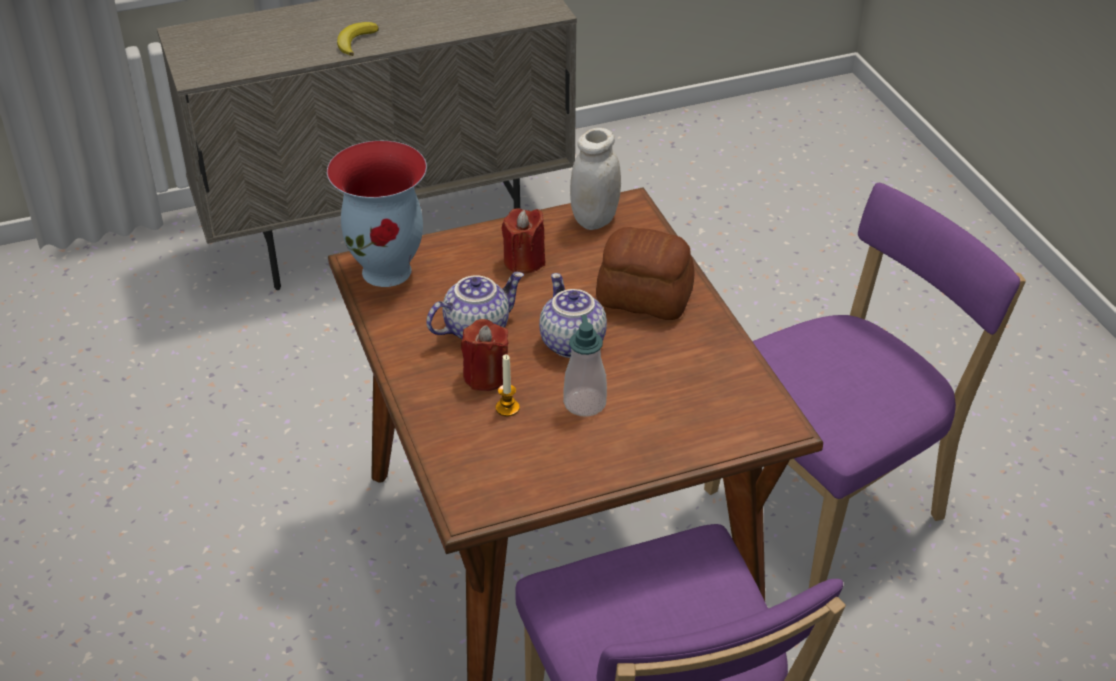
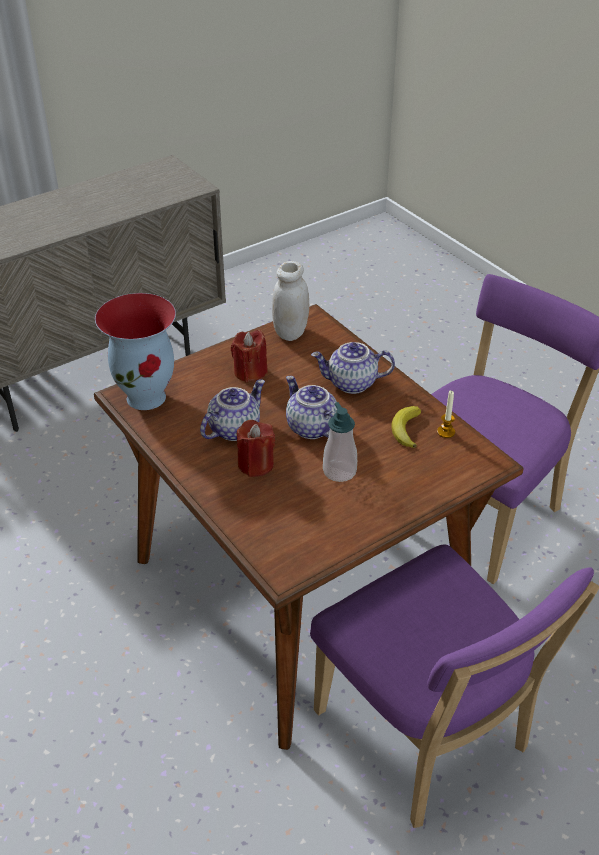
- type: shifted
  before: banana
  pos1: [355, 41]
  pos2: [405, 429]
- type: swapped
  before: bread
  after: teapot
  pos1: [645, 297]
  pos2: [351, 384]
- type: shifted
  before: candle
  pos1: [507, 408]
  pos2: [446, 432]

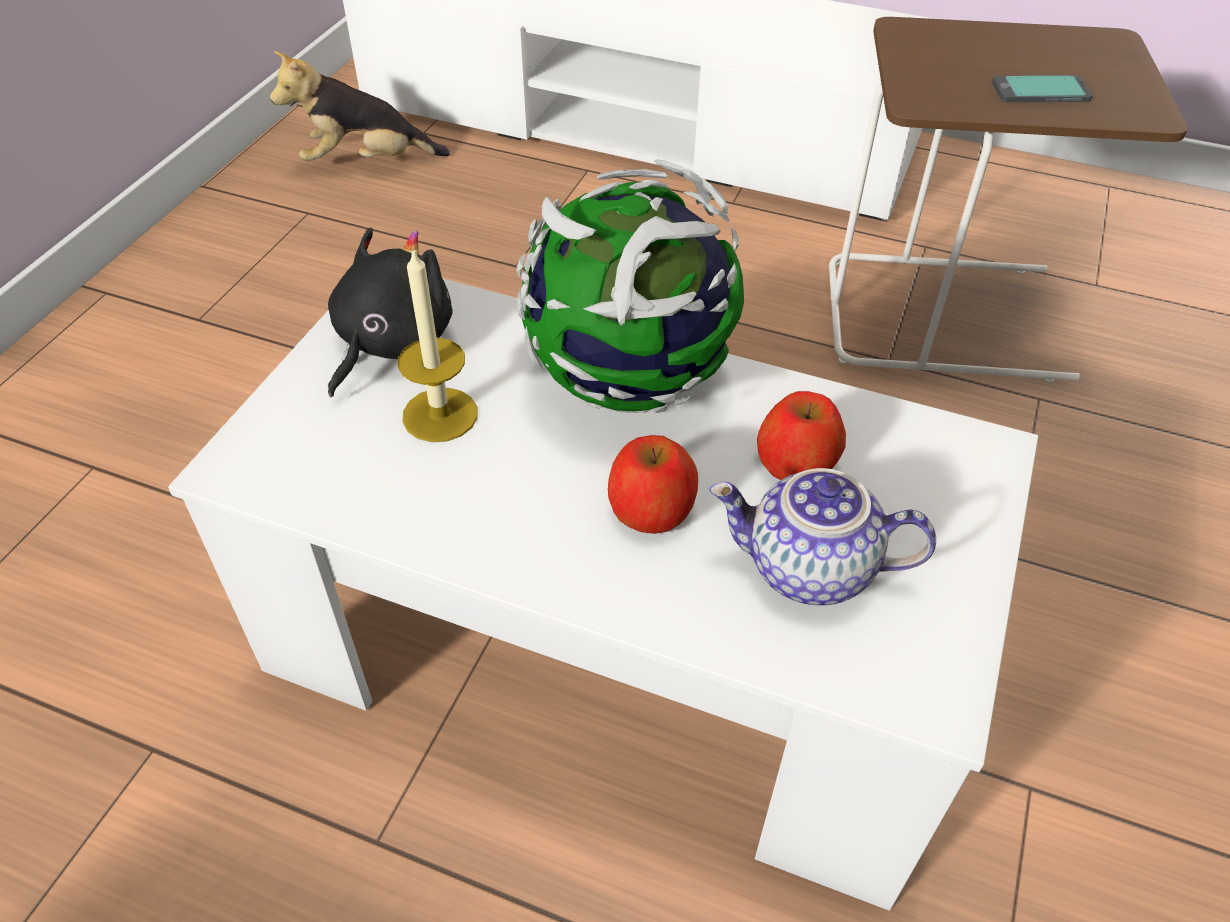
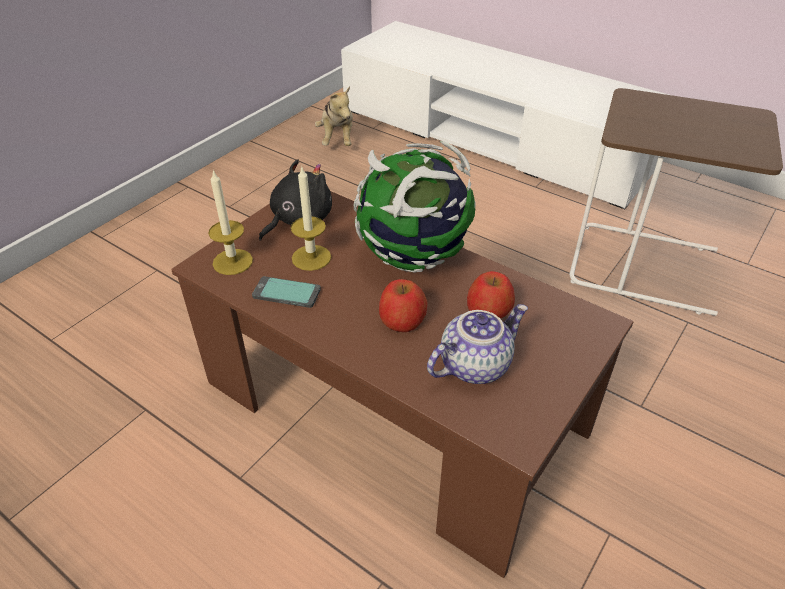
- type: rotated
  before: plush_toy
  pos1: [365, 162]
  pos2: [337, 139]
  turn: -105
- type: shifted
  before: phone
  pos1: [1040, 92]
  pos2: [286, 293]
- type: repainted
  before: white_coffee_table
  after: brown_coffee_table
  pos1: [612, 646]
  pos2: [392, 408]
- type: rotated
  before: teapot
  pos1: [808, 570]
  pos2: [474, 364]
  turn: 120
- type: new
  after: candle
  pos2: [232, 262]

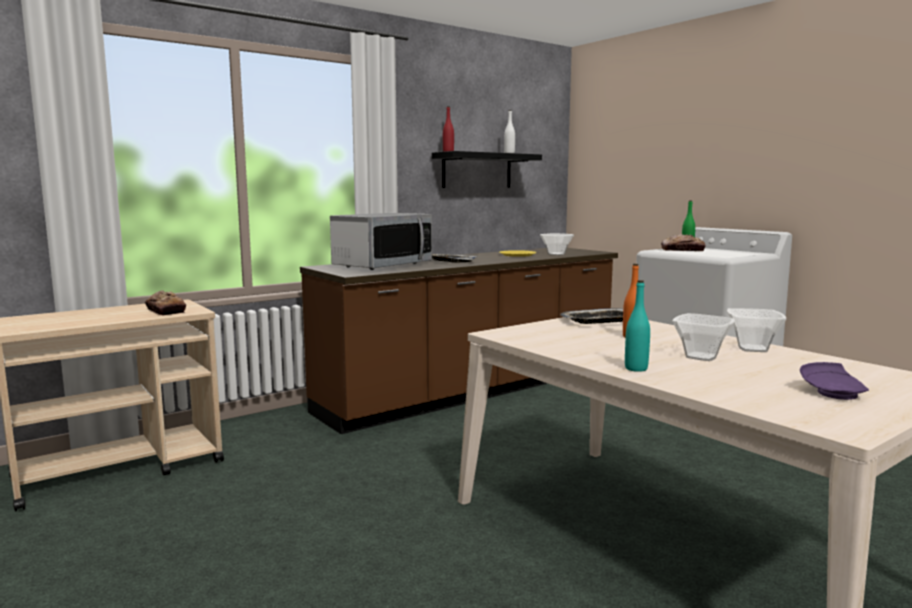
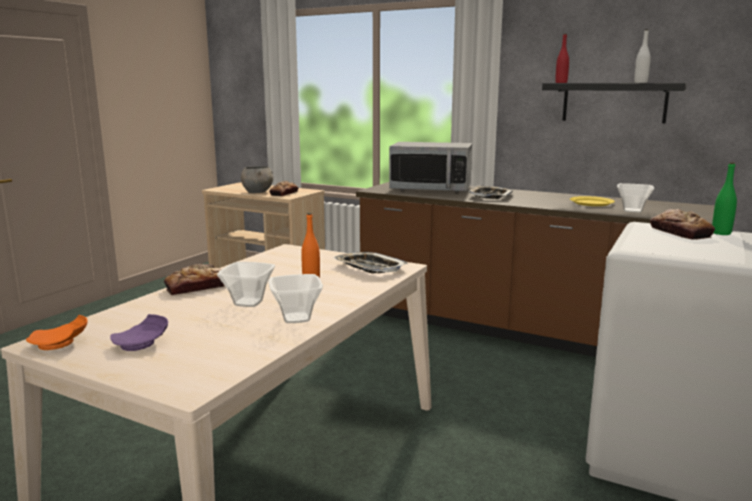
- type: swapped
  before: turquoise_bottle
  after: bread
  pos1: [636, 368]
  pos2: [197, 287]
- type: new
  after: grey_bowl
  pos2: [257, 192]
- type: new
  after: orange_plate
  pos2: [60, 343]

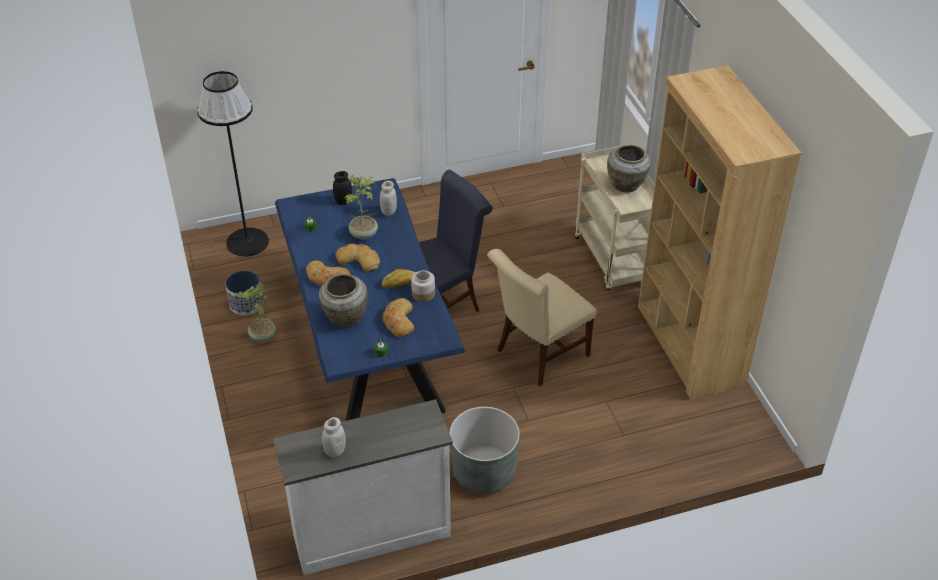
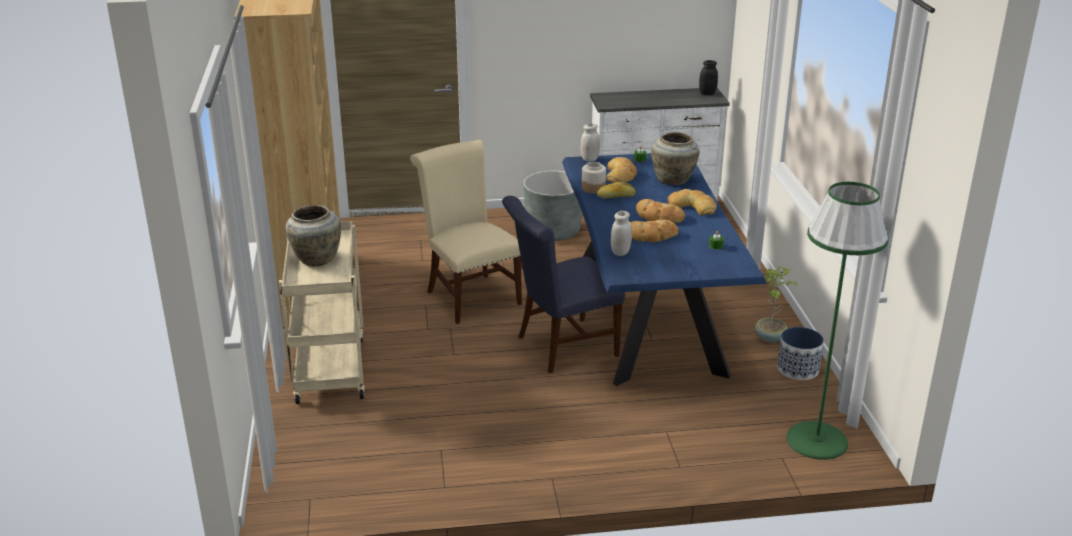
- type: repainted
  before: black_floor_lamp
  after: green_floor_lamp
  pos1: [247, 242]
  pos2: [817, 440]
- type: shifted
  before: black_jar
  pos1: [343, 201]
  pos2: [707, 93]
- type: swapped
  before: potted_plant
  after: bread
  pos1: [364, 234]
  pos2: [651, 235]
- type: rotated
  before: beige_chair
  pos1: [538, 355]
  pos2: [470, 295]
  turn: -90
- type: shifted
  before: white_jar
  pos1: [335, 451]
  pos2: [590, 159]

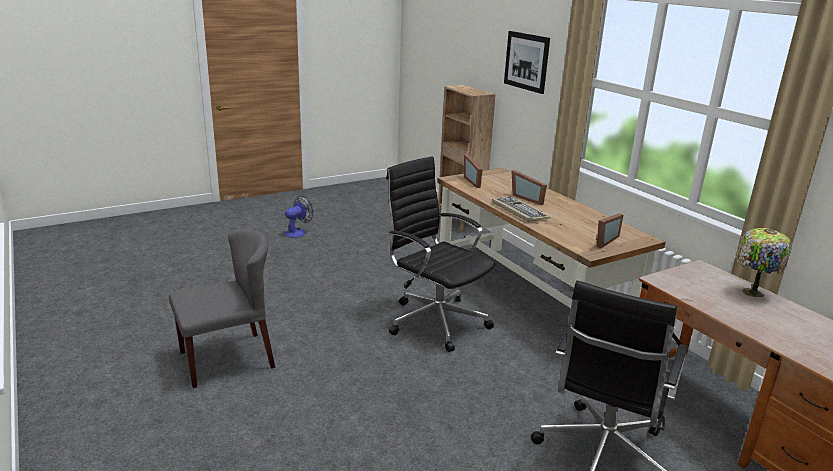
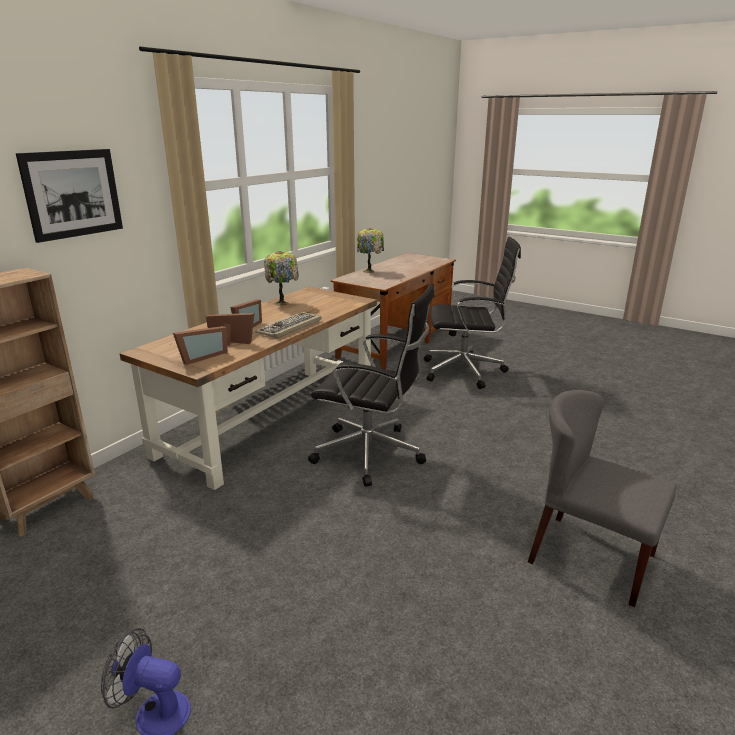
- type: rotated
  before: black_office_chair
  pos1: [435, 320]
  pos2: [372, 454]
  turn: -90
- type: shifted
  before: picture_frame
  pos1: [603, 241]
  pos2: [230, 343]
- type: new
  after: table_lamp
  pos2: [282, 303]

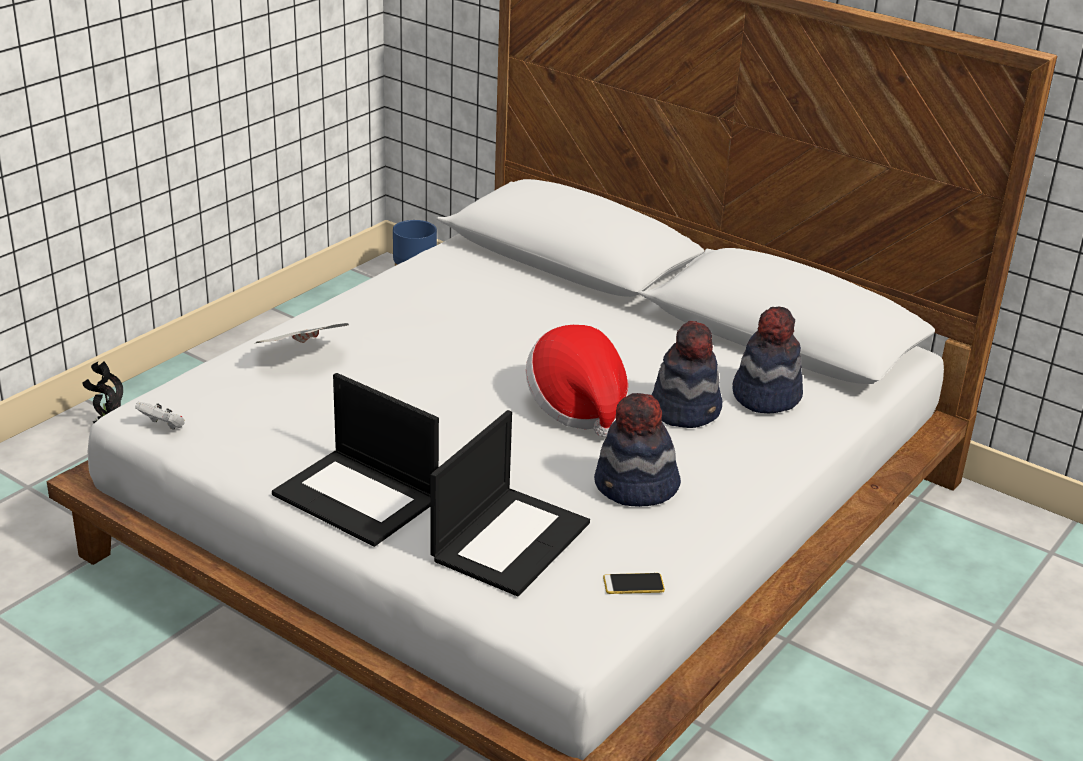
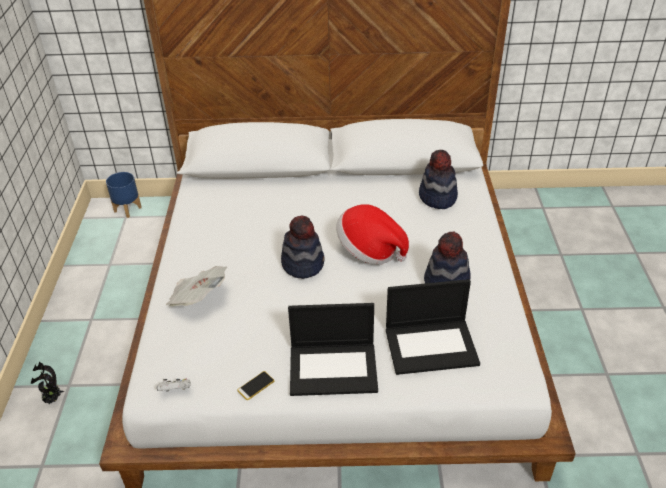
- type: shifted
  before: hat
  pos1: [686, 410]
  pos2: [303, 264]
- type: rotated
  before: laptop
  pos1: [510, 539]
  pos2: [432, 345]
  turn: 90
- type: shifted
  before: phone
  pos1: [633, 584]
  pos2: [256, 386]

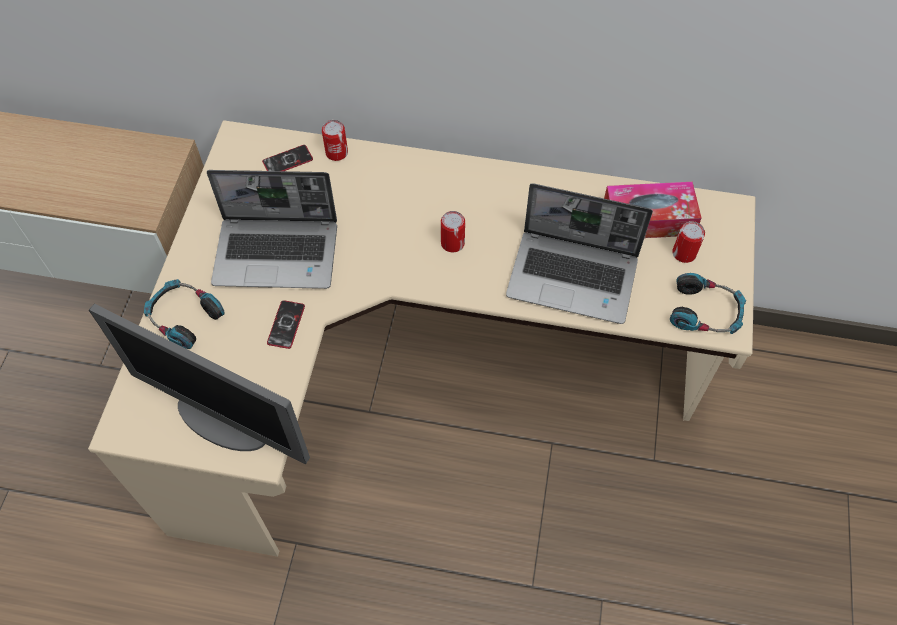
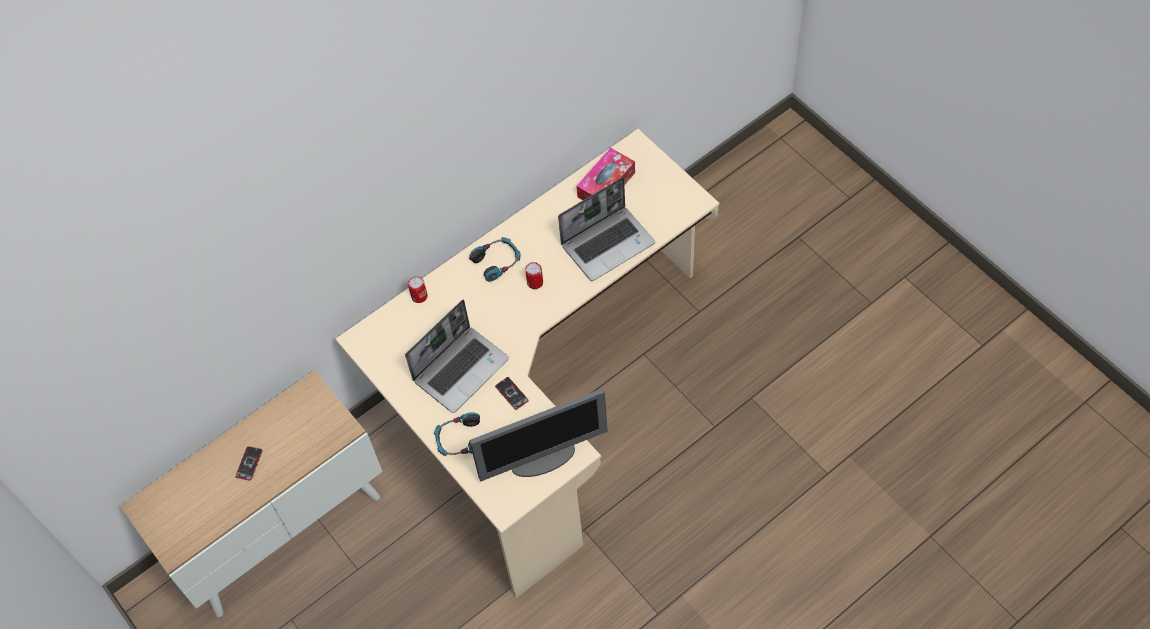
- type: shifted
  before: phone
  pos1: [287, 161]
  pos2: [249, 463]
- type: gone
  before: can
  pos1: [684, 253]
- type: shifted
  before: headphones
  pos1: [705, 312]
  pos2: [497, 261]

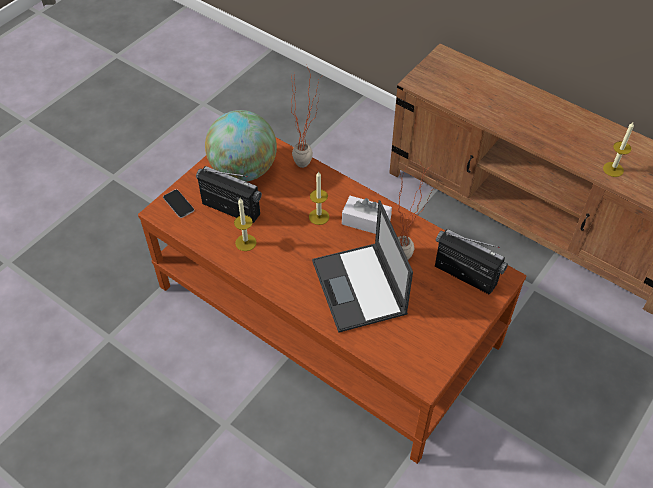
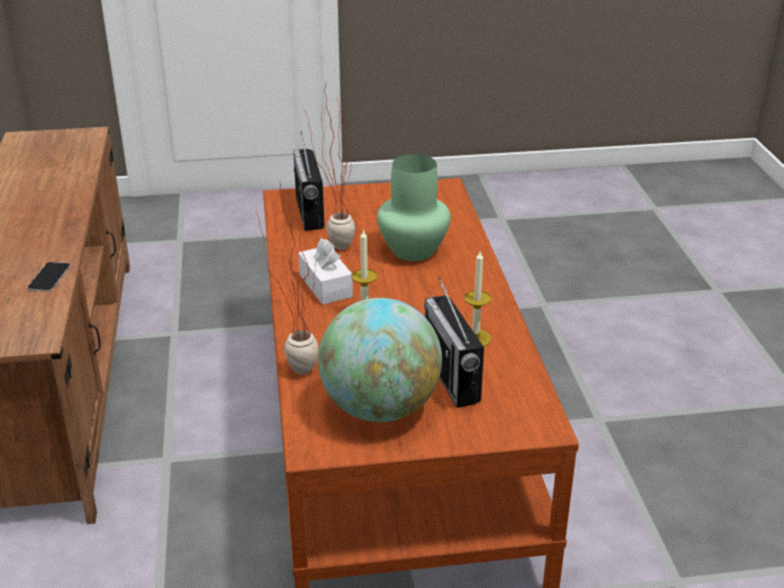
- type: gone
  before: candle
  pos1: [613, 169]
- type: shifted
  before: phone
  pos1: [178, 204]
  pos2: [49, 277]
- type: swapped
  before: laptop
  after: green_vase
  pos1: [359, 288]
  pos2: [412, 250]

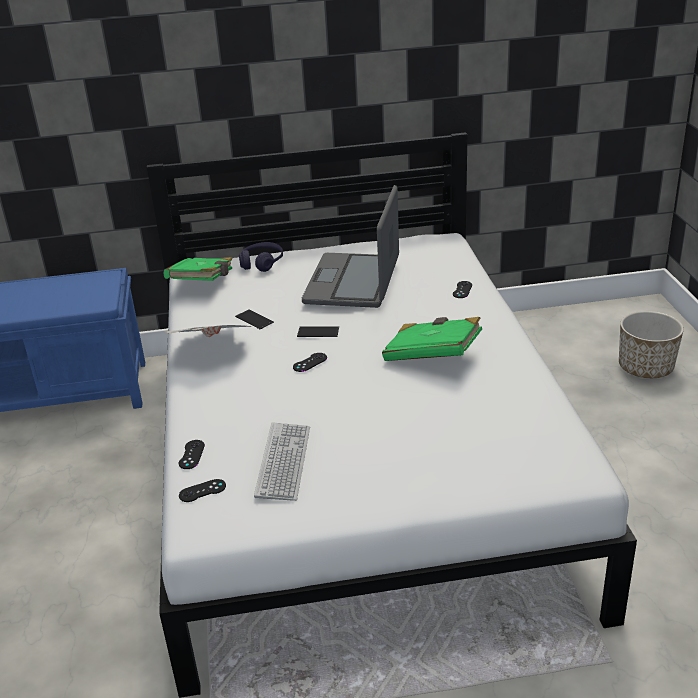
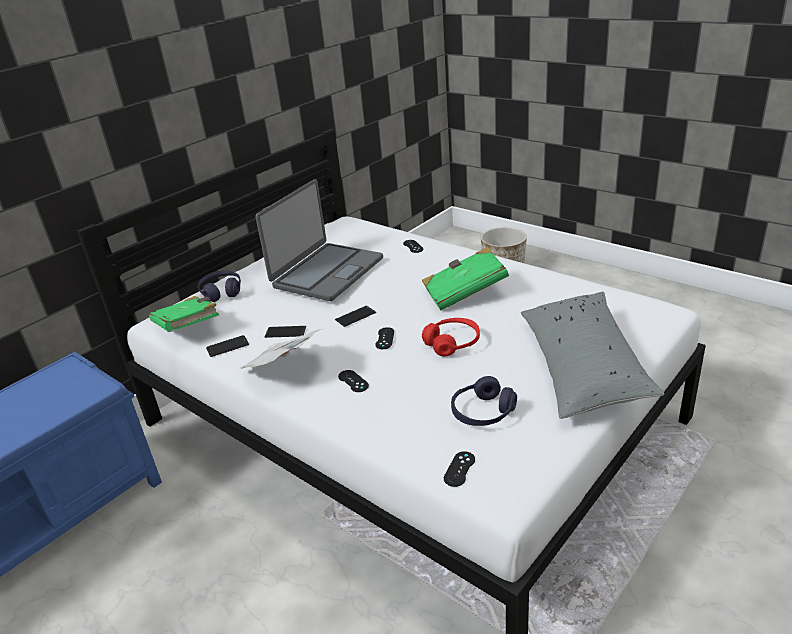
- type: rotated
  before: laptop
  pos1: [353, 282]
  pos2: [327, 272]
  turn: -120
- type: swapped
  before: keyboard
  after: purple_headphones
  pos1: [283, 462]
  pos2: [483, 412]
- type: shifted
  before: black_game_controller
  pos1: [191, 454]
  pos2: [353, 381]
- type: new
  after: grey_pillow
  pos2: [582, 367]
- type: new
  after: red_headphones
  pos2: [452, 343]
- type: new
  after: phone
  pos2: [227, 346]

